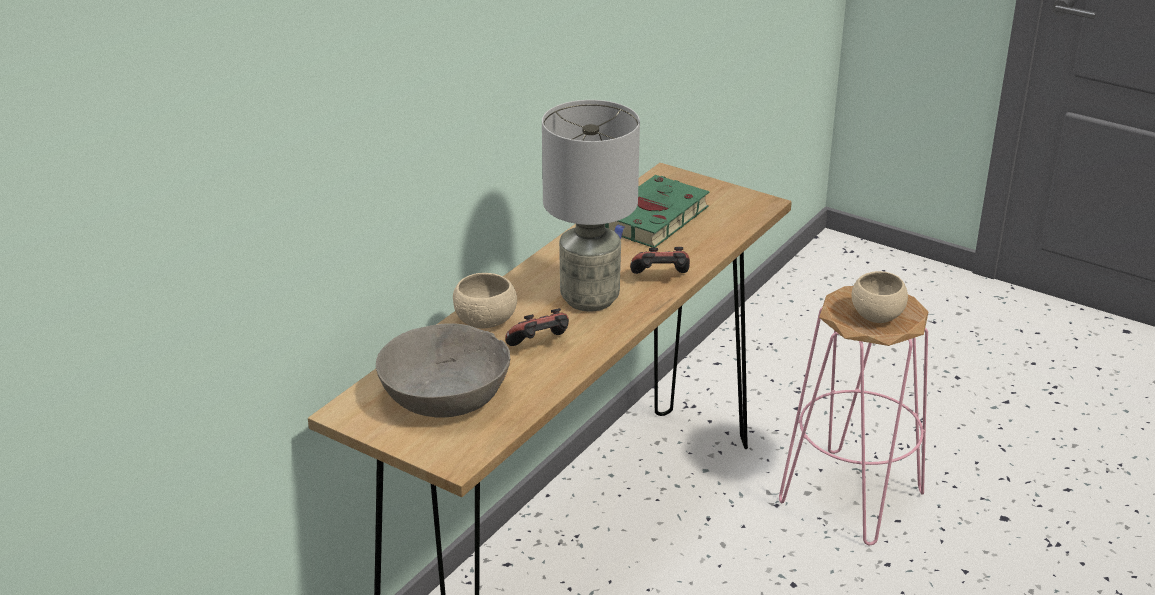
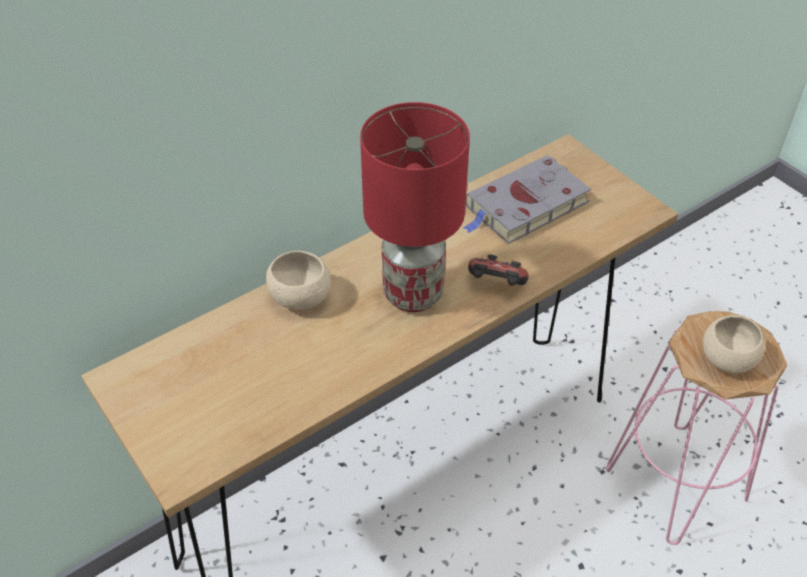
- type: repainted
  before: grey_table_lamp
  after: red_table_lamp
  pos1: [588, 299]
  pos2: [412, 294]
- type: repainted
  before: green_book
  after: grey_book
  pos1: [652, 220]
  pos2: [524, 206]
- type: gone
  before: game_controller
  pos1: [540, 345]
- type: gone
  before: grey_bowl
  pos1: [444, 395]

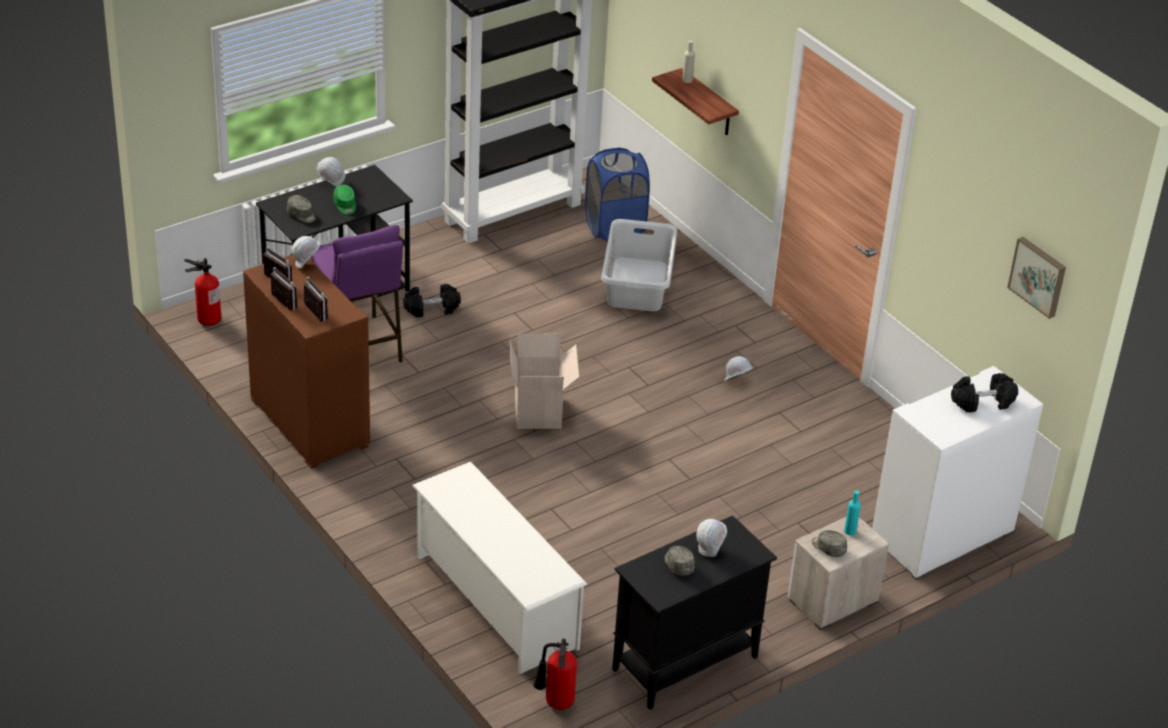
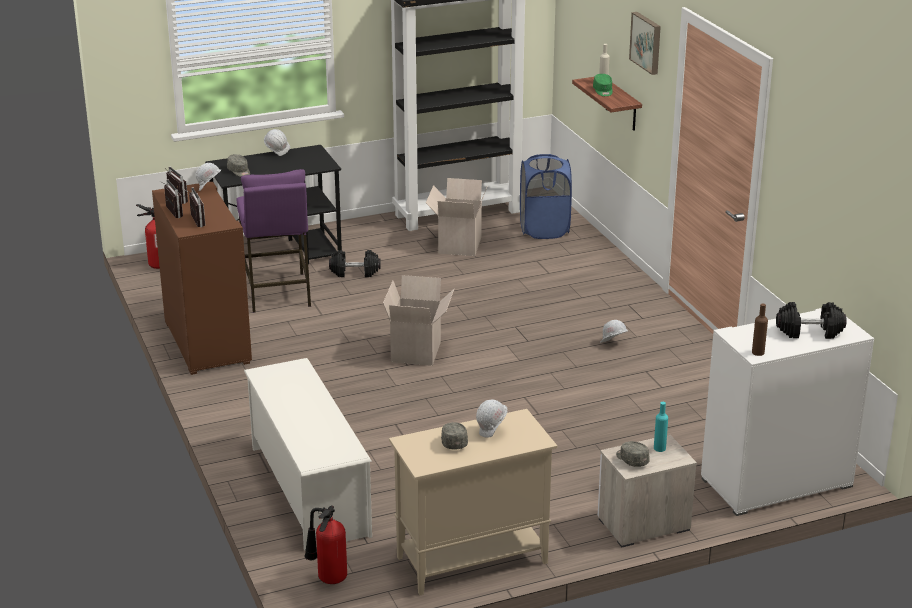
- type: shifted
  before: green_cap
  pos1: [345, 205]
  pos2: [603, 91]
- type: gone
  before: grey_laundry_basket
  pos1: [638, 284]
- type: shifted
  before: picture
  pos1: [1038, 276]
  pos2: [647, 42]
- type: repainted
  before: black_cabinet
  after: beige_cabinet
  pos1: [684, 664]
  pos2: [470, 561]
- type: new
  after: cardboard_box
  pos2: [458, 245]
- type: new
  after: brown_bottle
  pos2: [758, 352]

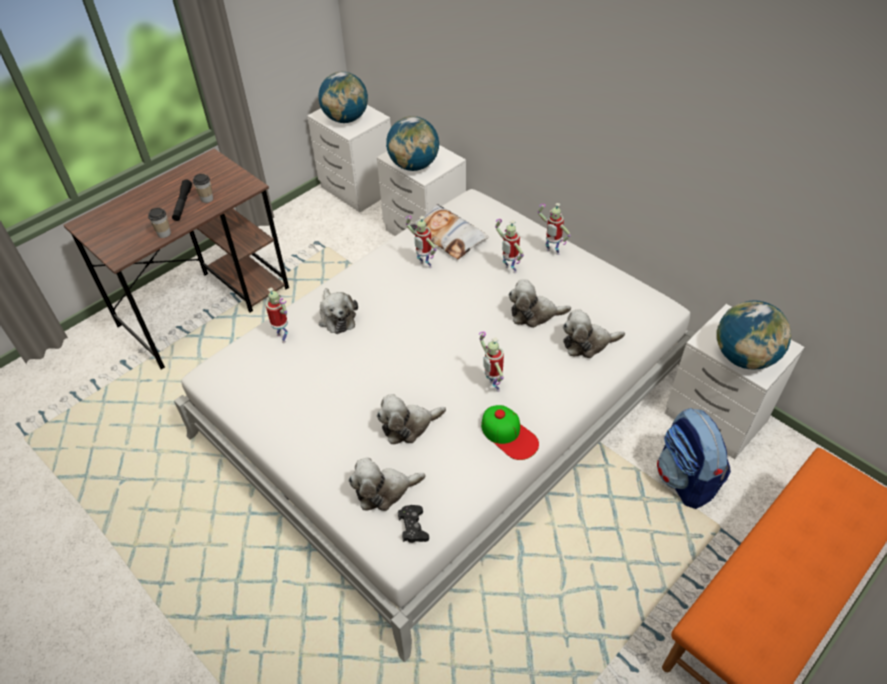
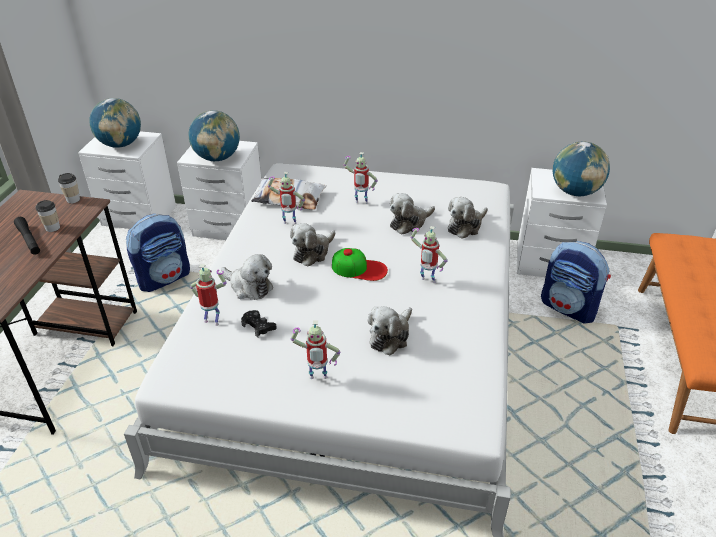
- type: shifted
  before: toy_robot
  pos1: [551, 253]
  pos2: [317, 379]
- type: shifted
  before: cup
  pos1: [164, 233]
  pos2: [73, 199]
- type: shifted
  before: cap
  pos1: [509, 435]
  pos2: [359, 268]
- type: shifted
  before: plush_toy
  pos1: [384, 491]
  pos2: [312, 252]
- type: shifted
  before: black_game_controller
  pos1: [413, 527]
  pos2: [258, 326]
- type: new
  after: backpack
  pos2: [164, 278]

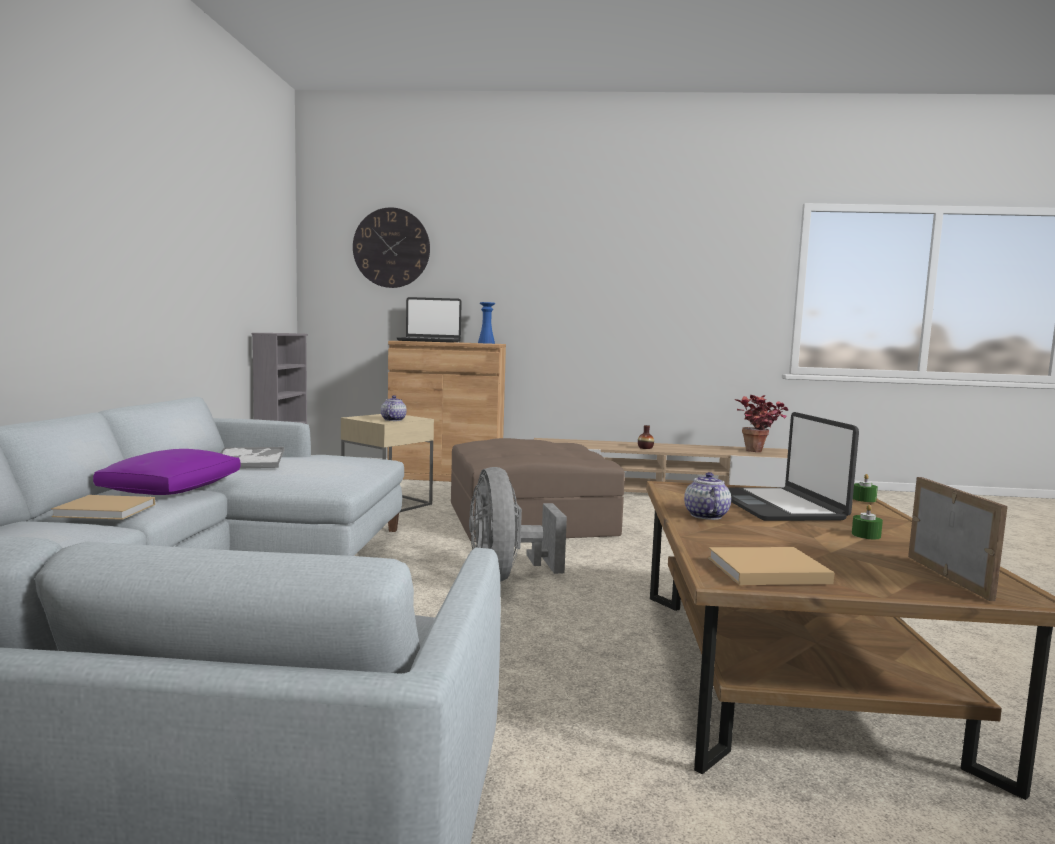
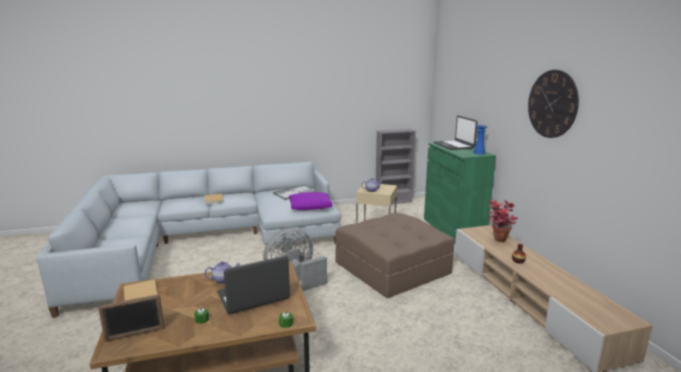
- type: shifted
  before: wall_clock
  pos1: [391, 248]
  pos2: [552, 104]
- type: repainted
  before: brown_cabinet
  after: green_cabinet
  pos1: [446, 475]
  pos2: [453, 229]
- type: shifted
  before: potted_plant
  pos1: [759, 452]
  pos2: [498, 241]
- type: shifted
  before: purple_pillow
  pos1: [173, 489]
  pos2: [310, 207]

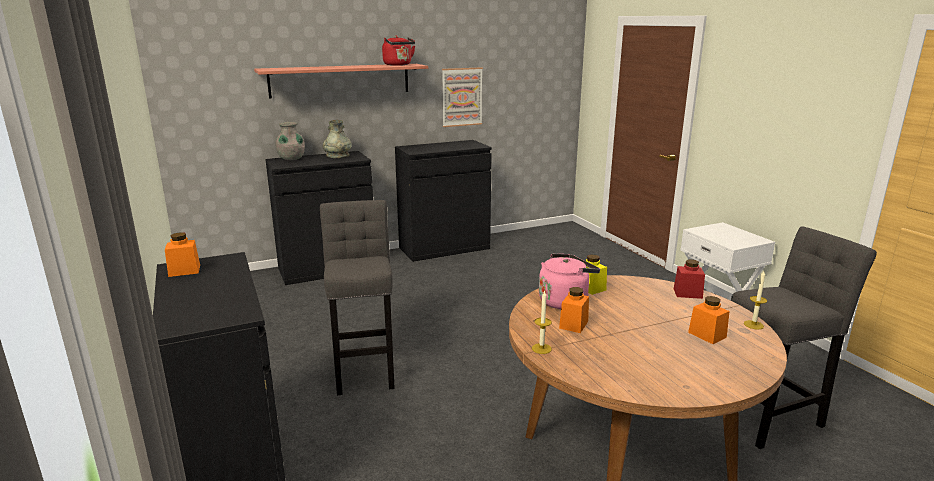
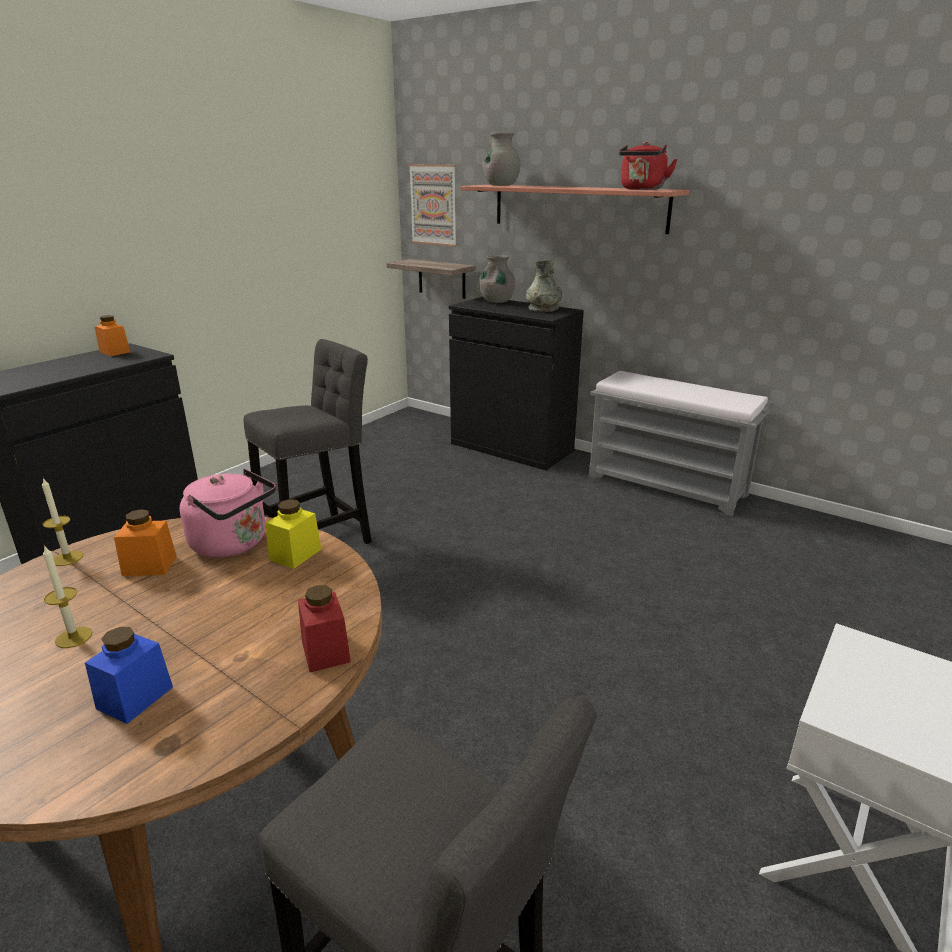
- type: shifted
  before: picture
  pos1: [462, 97]
  pos2: [433, 205]
- type: swapped
  before: black_cabinet
  after: grey_bench
  pos1: [444, 248]
  pos2: [668, 486]
- type: shifted
  before: candle
  pos1: [753, 325]
  pos2: [73, 637]
- type: repainted
  before: orange_jar
  after: blue_jar
  pos1: [707, 335]
  pos2: [135, 698]
- type: new
  after: grey_vase
  pos2: [501, 185]
- type: new
  after: shelf
  pos2: [442, 278]

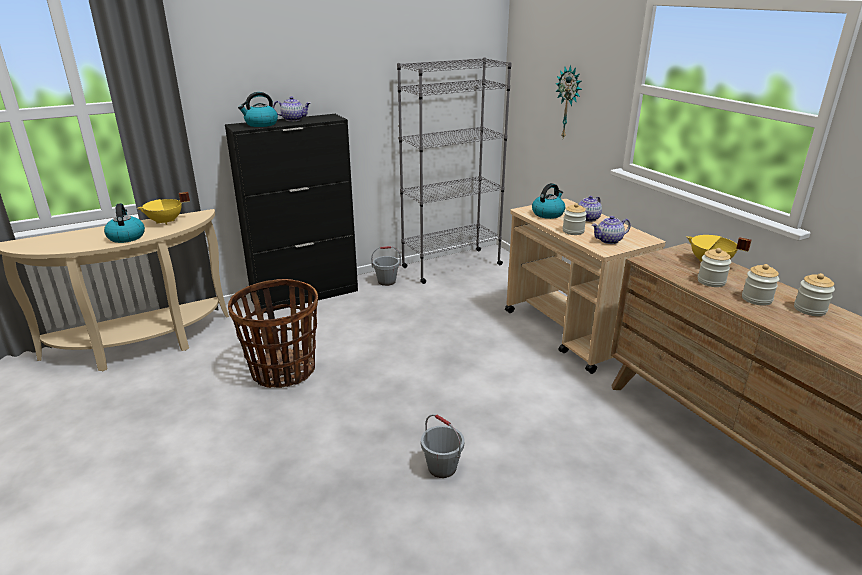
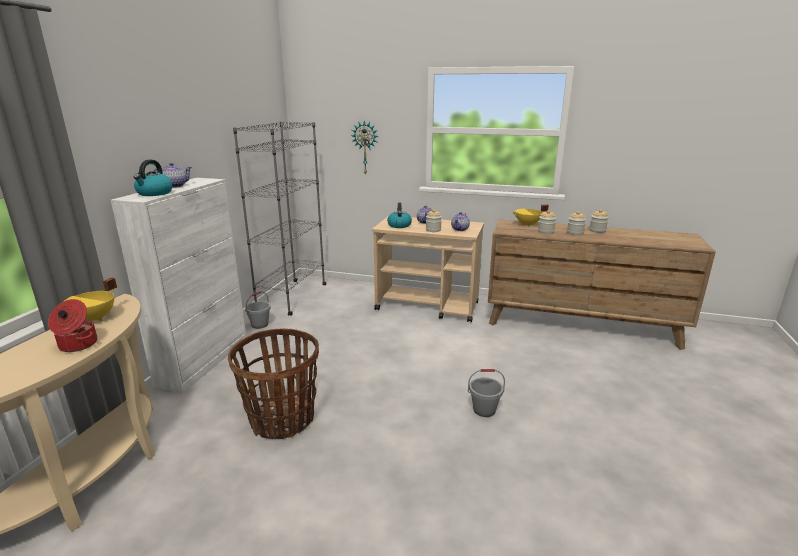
- type: repainted
  before: black_cabinet
  after: white_cabinet
  pos1: [306, 295]
  pos2: [204, 361]
- type: swapped
  before: kettle
  after: cooking_pot
  pos1: [126, 237]
  pos2: [77, 345]

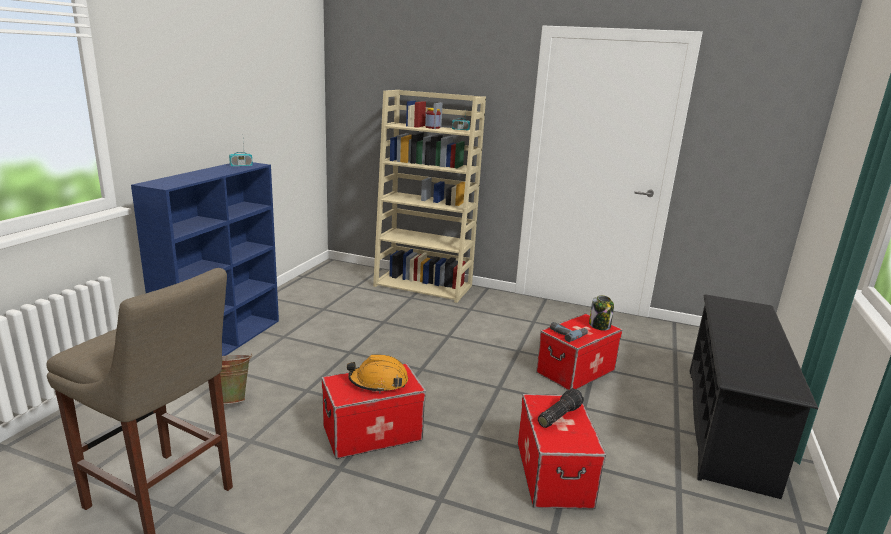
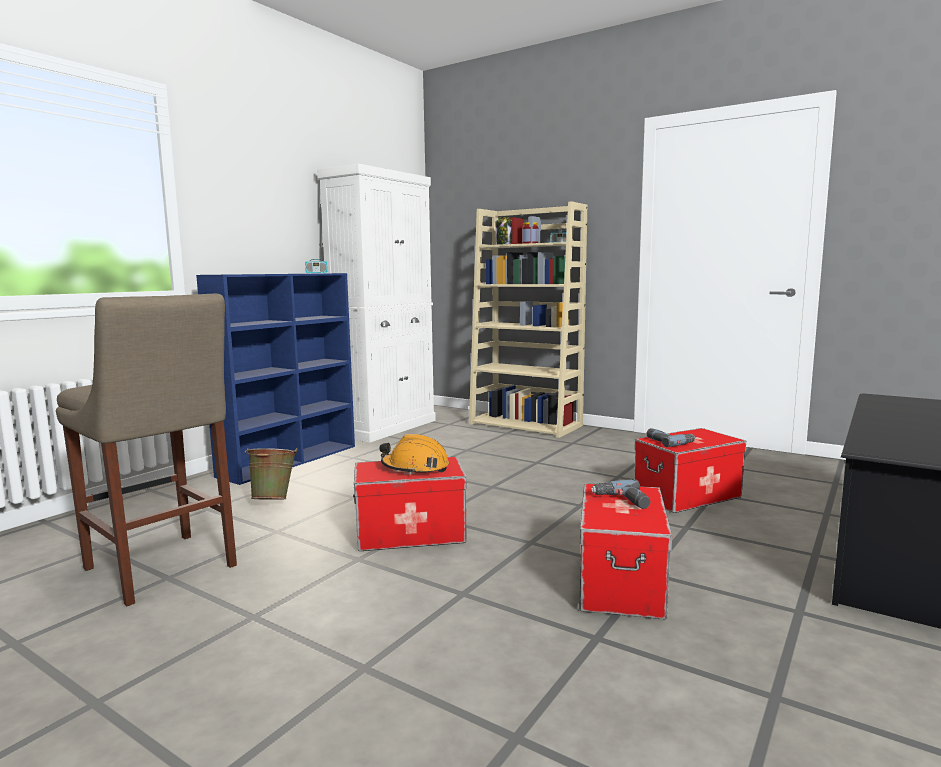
- type: shifted
  before: jar
  pos1: [600, 325]
  pos2: [505, 244]
- type: swapped
  before: flashlight
  after: power_drill
  pos1: [558, 415]
  pos2: [622, 501]
- type: new
  after: white_cabinet
  pos2: [386, 427]

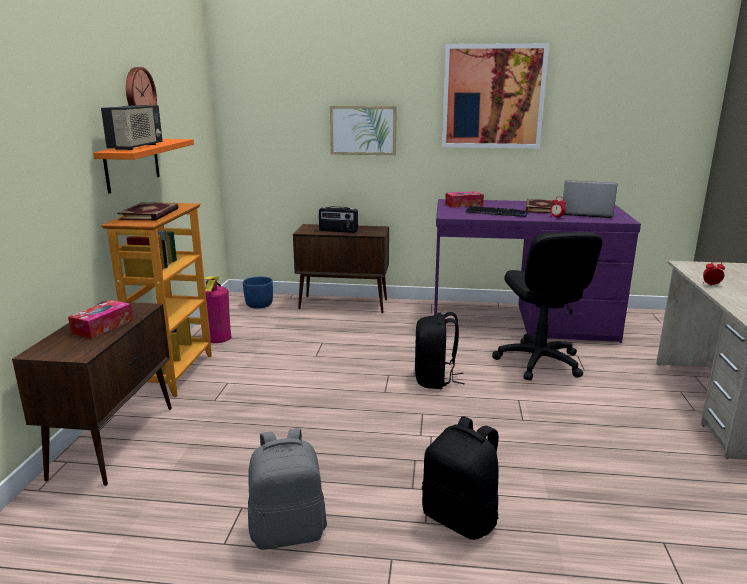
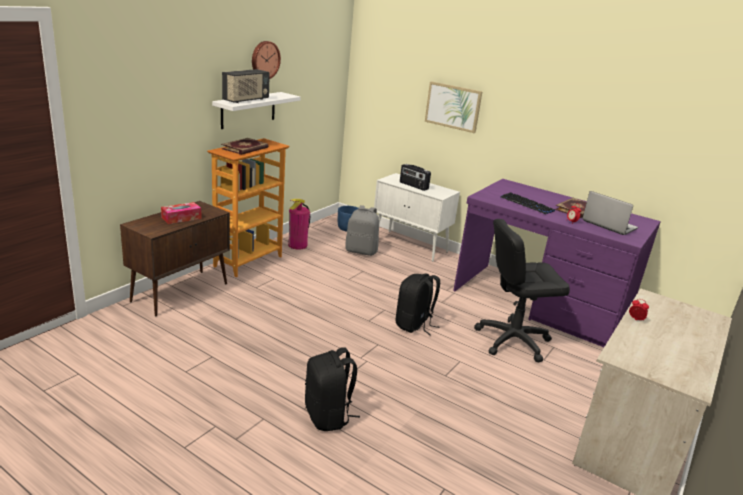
- type: gone
  before: picture
  pos1: [493, 97]
- type: repainted
  before: orange_shelf
  after: white_shelf
  pos1: [132, 164]
  pos2: [248, 110]
- type: gone
  before: tissue_box
  pos1: [464, 205]
- type: repainted
  before: brown_cabinet
  after: white_cabinet
  pos1: [344, 304]
  pos2: [410, 246]
- type: rotated
  before: black_office_chair
  pos1: [538, 362]
  pos2: [512, 340]
  turn: 60
- type: shifted
  before: grey_backpack
  pos1: [288, 531]
  pos2: [361, 251]

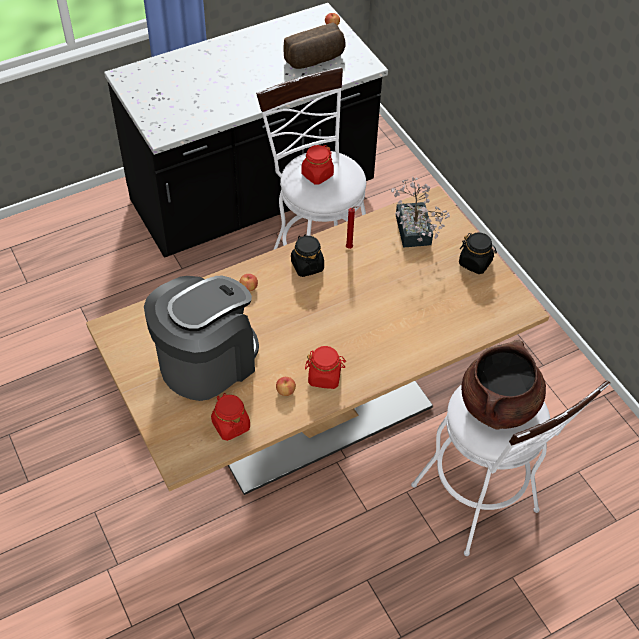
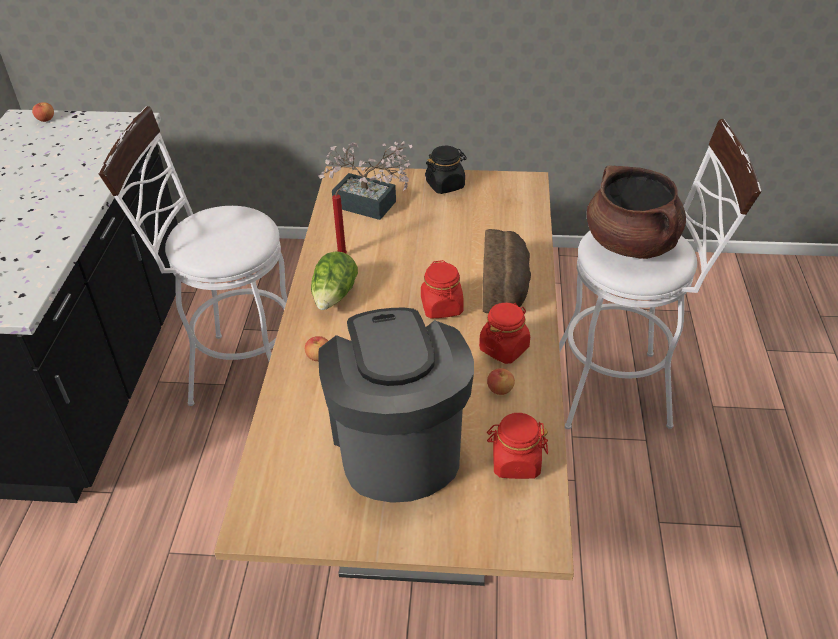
- type: shifted
  before: bread
  pos1: [315, 60]
  pos2: [505, 287]
- type: shifted
  before: red_jar
  pos1: [317, 175]
  pos2: [442, 307]
- type: swapped
  before: black_jar
  after: lettuce
  pos1: [307, 265]
  pos2: [334, 296]

